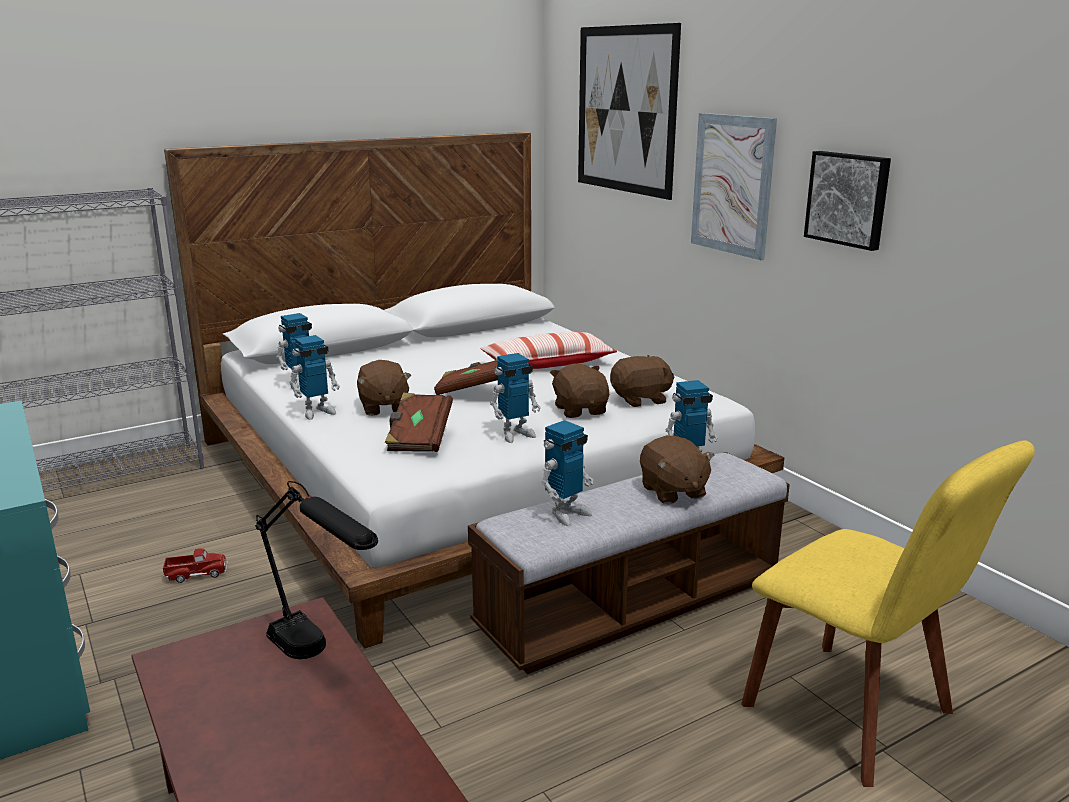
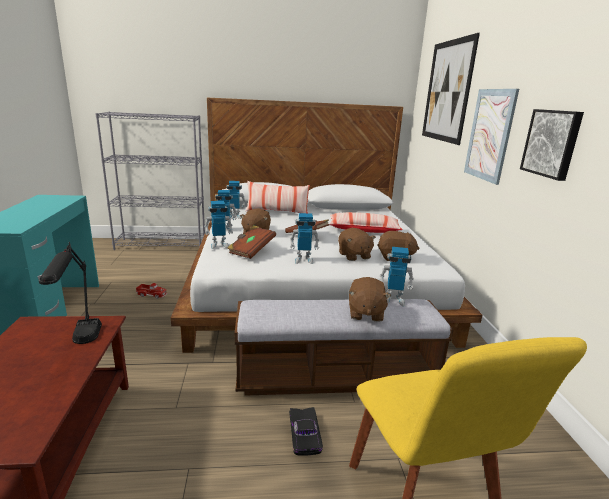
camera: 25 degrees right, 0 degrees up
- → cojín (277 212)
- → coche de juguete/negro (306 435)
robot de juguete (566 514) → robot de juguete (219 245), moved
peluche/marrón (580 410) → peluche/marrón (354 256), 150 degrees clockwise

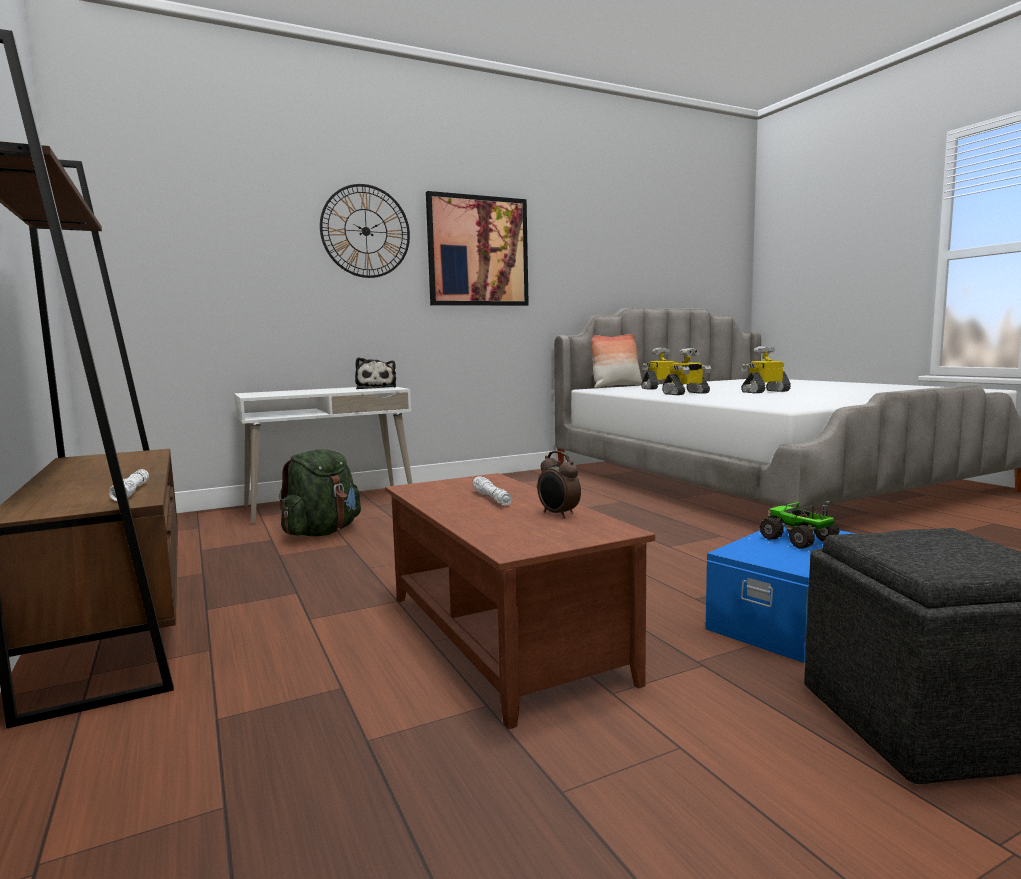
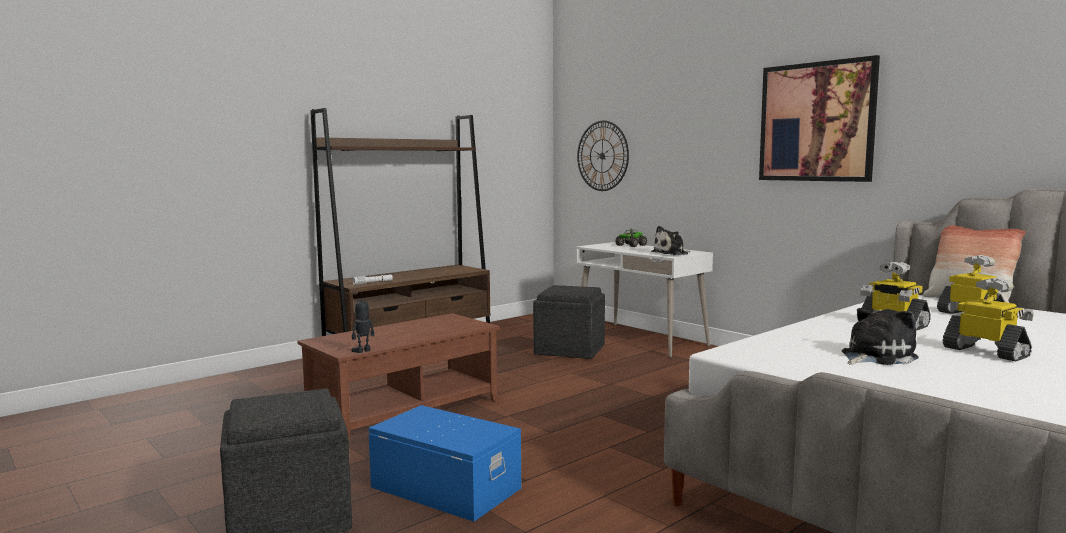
camera: 75 degrees right, 0 degrees up
linterna/blanco (492 498) → -
despertador (558 514) → -
- → robot de juguete (363 351)
- → peluche (875 356)
reloj de pared (366 231) → reloj de pared (602 156), moved
camión de juguete (799 540) → camión de juguete (630 245), moved
mochila/verde (322 532) → puf/gris (570 350)

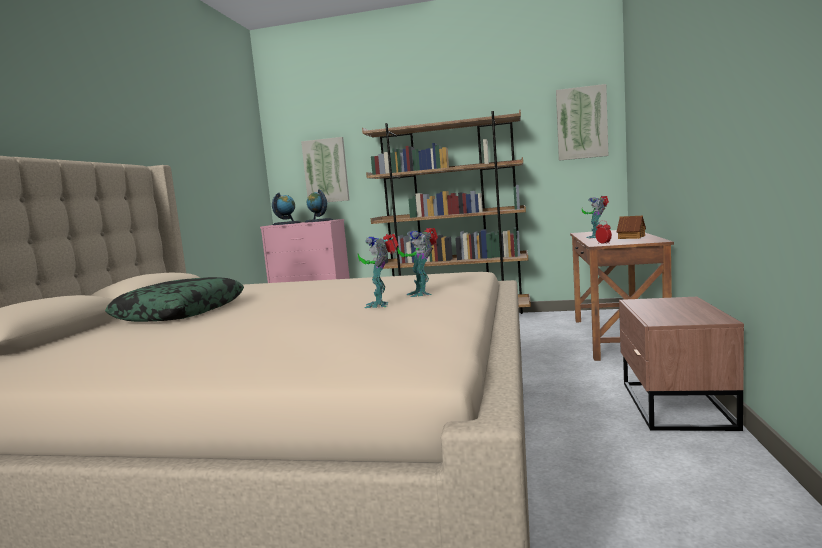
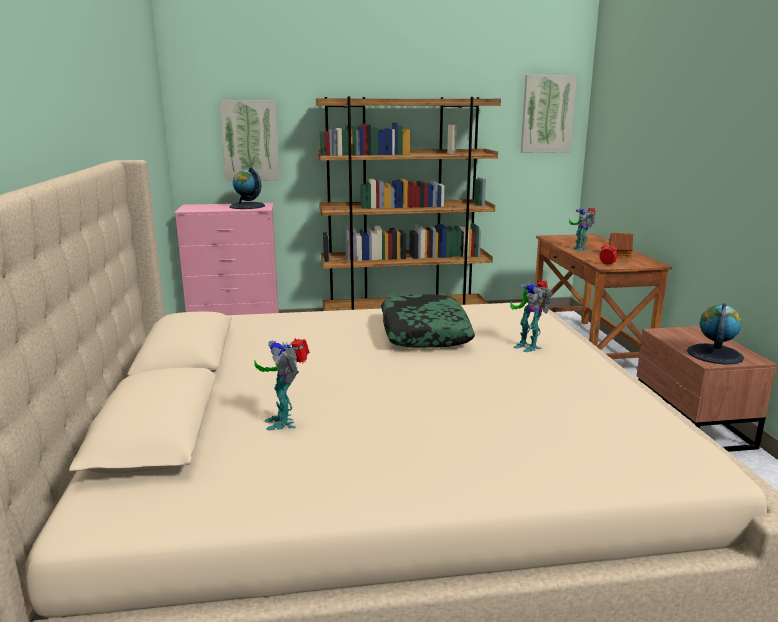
camera: 20 degrees left, 10 degrees up
cojín (181 312) → cojín (424 333), moved
globo terráqueo (286 223) → globo terráqueo (714 354), moved
robot de juguete (380 304) → robot de juguete (284 421), moved

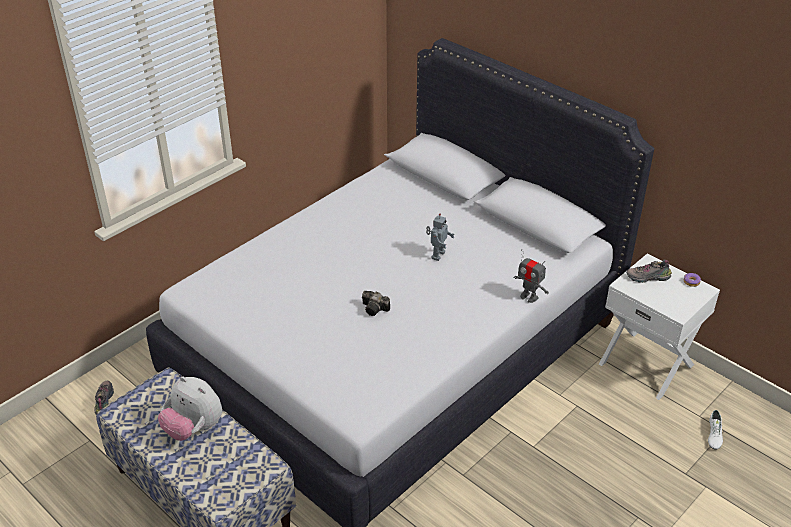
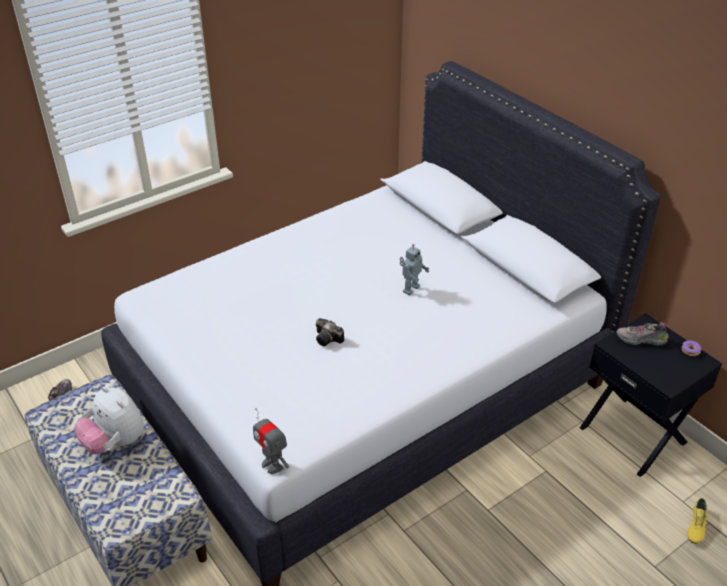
camera: 10 degrees right, 0 degrees up
robot de juguete (529 296) → robot de juguete (272 465), moved
mesita de noche/blanco (647 364) → mesita de noche/negro (634 434)
zapato/blanco (713 435) → zapato/amarillo (696 526)

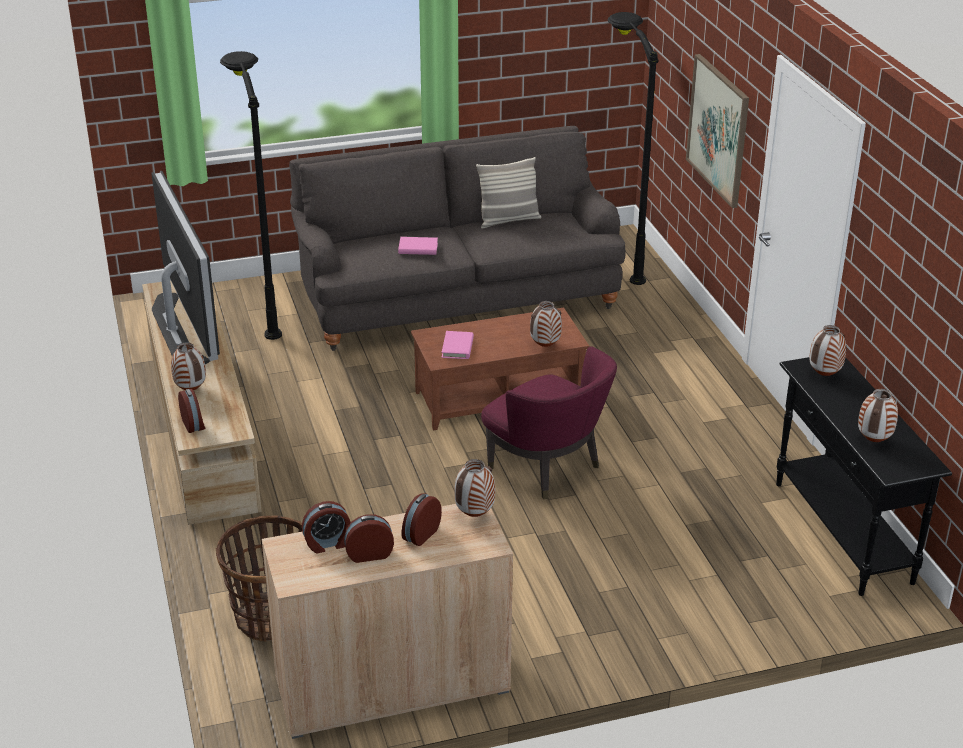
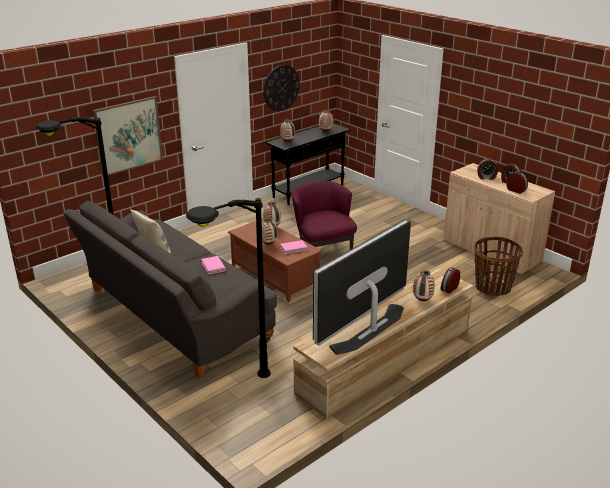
camera: 115 degrees left, 5 degrees down
- → reloj de pared (281 88)
florero (474 515) → florero (269 244), moved
sillón/morado (548 468) → sillón/morado (323 251), 45 degrees counterclockwise

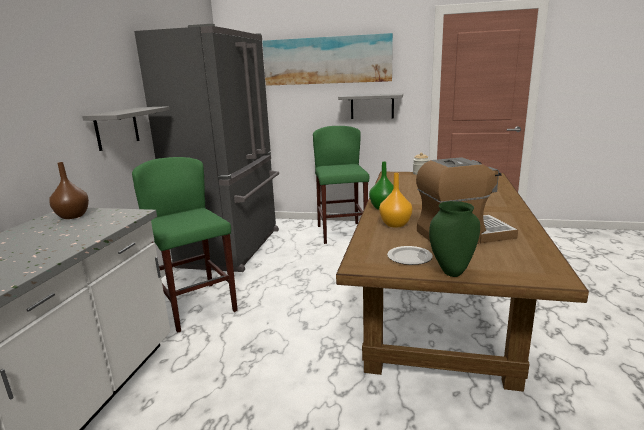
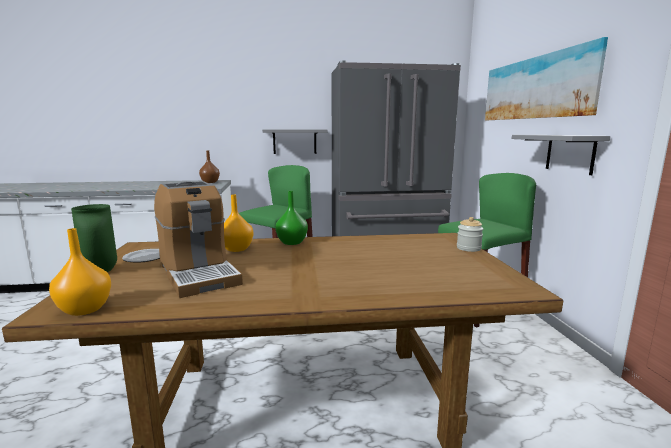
camera: 70 degrees right, 5 degrees down
- → florero/naranja (86 309)

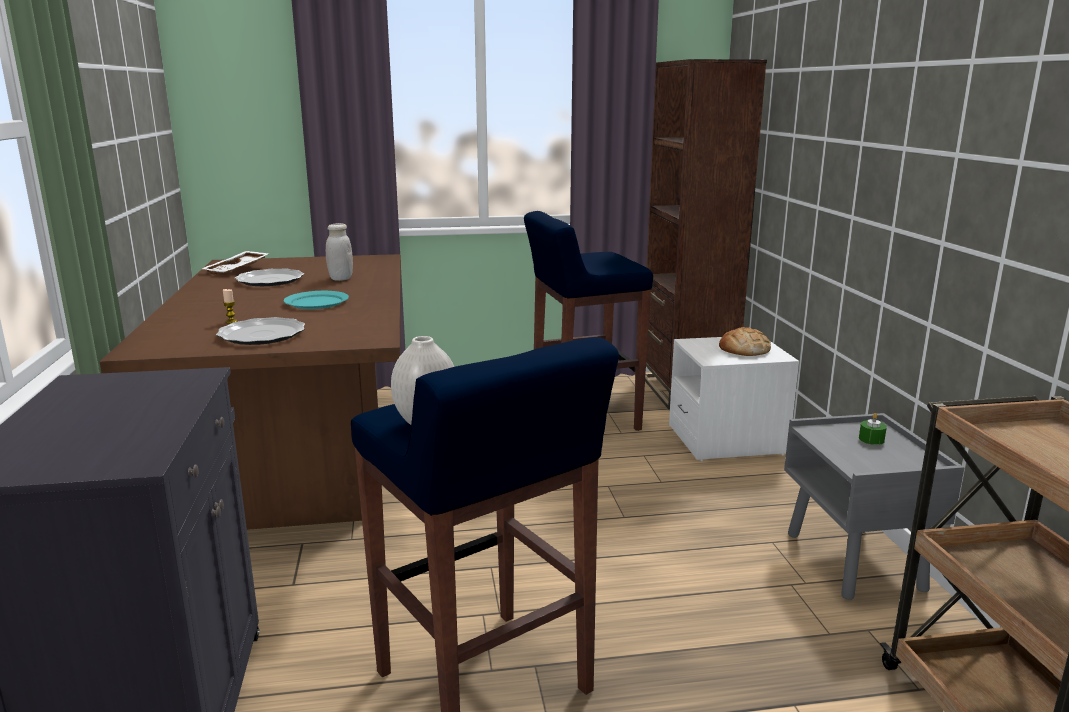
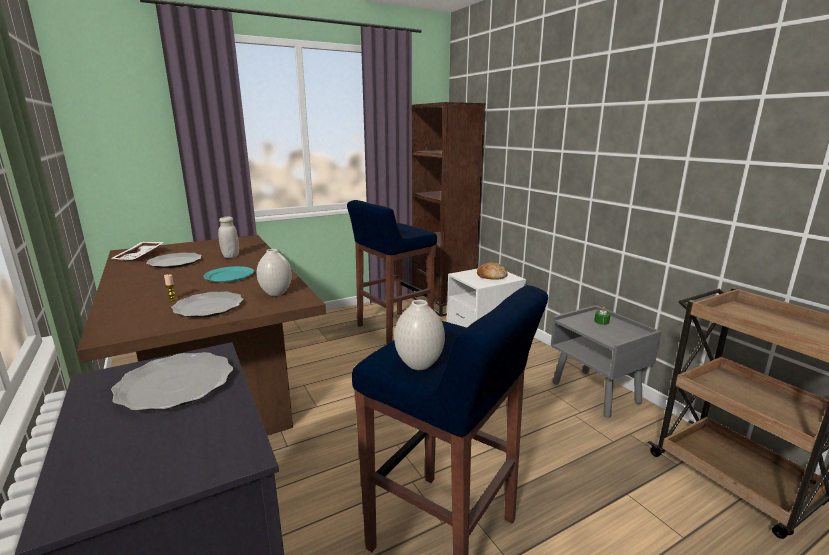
camera: 20 degrees left, 0 degrees up
- → plato (175 385)
- → florero/blanco (276 293)

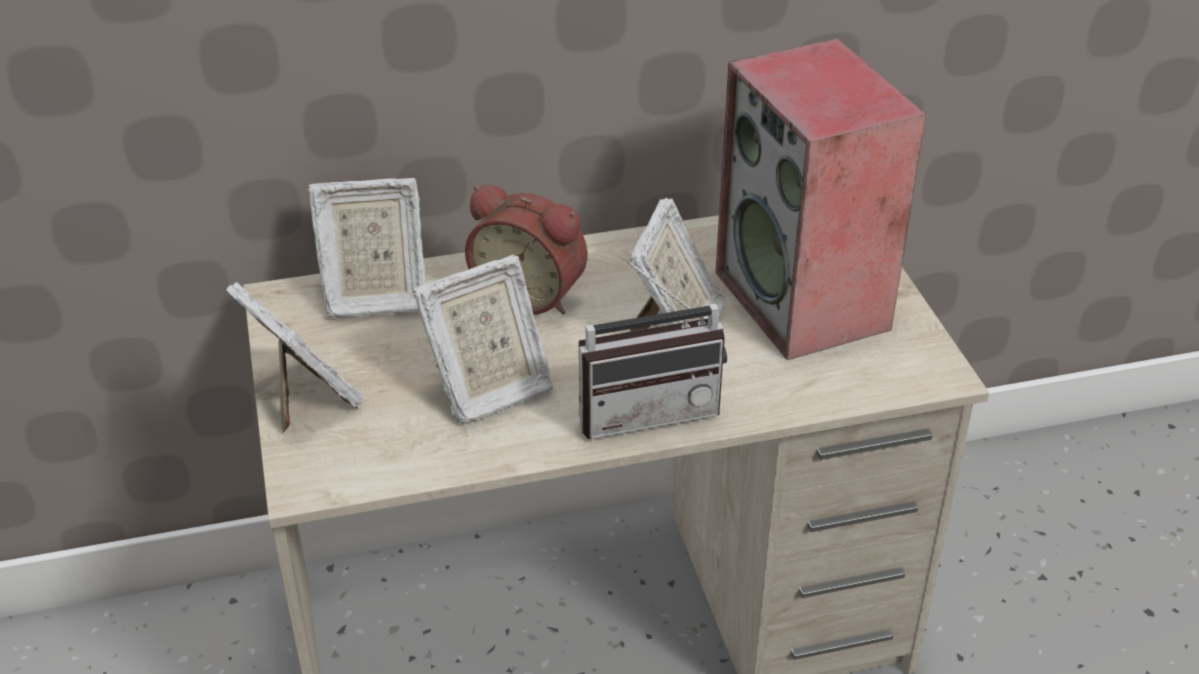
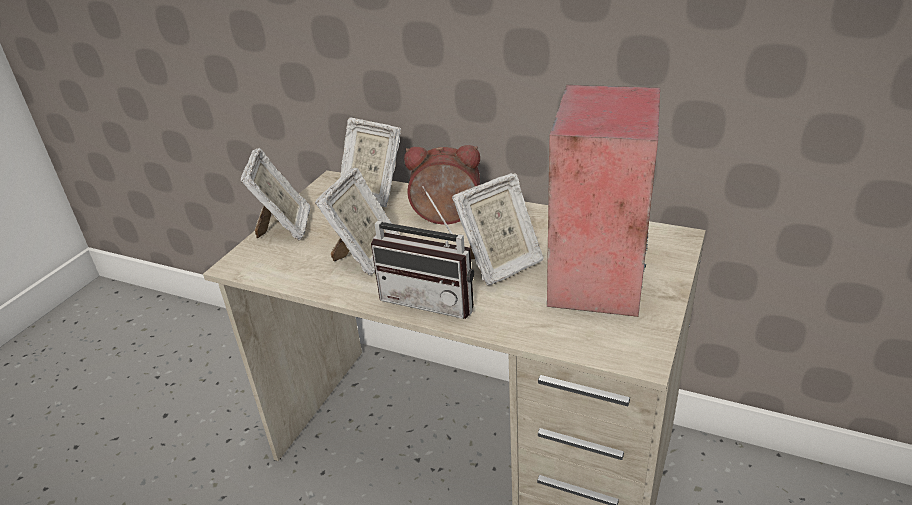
camera: 40 degrees right, 5 degrees down
portarretratos (488 391) → portarretratos (366 256), 75 degrees counterclockwise
despertador (531 294) → despertador (446 218), 120 degrees clockwise

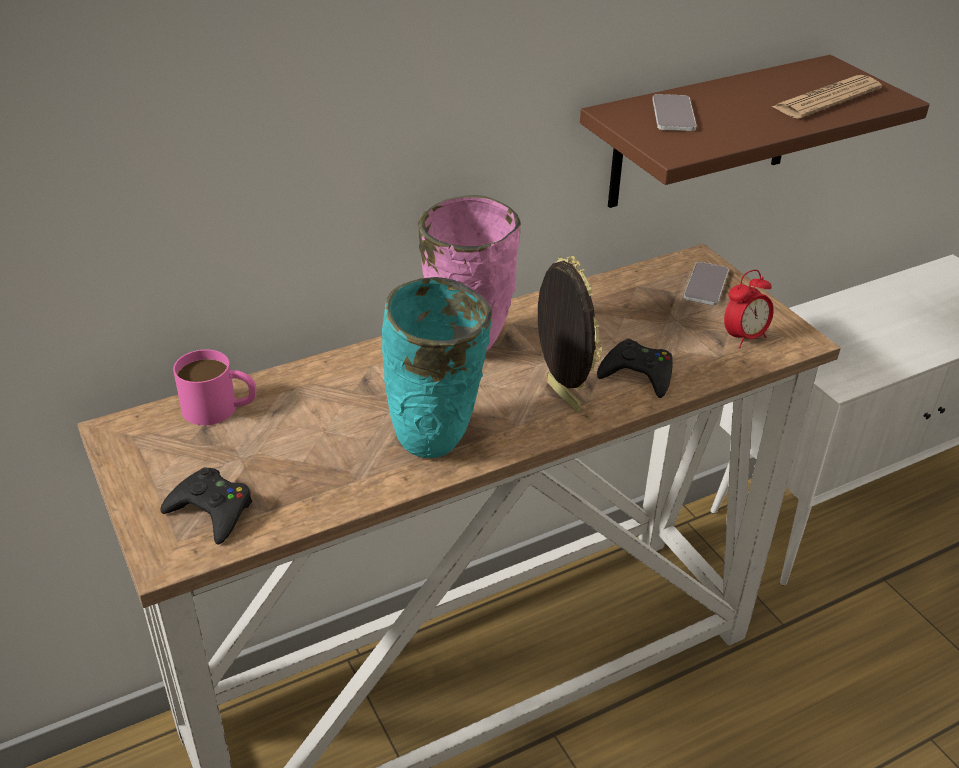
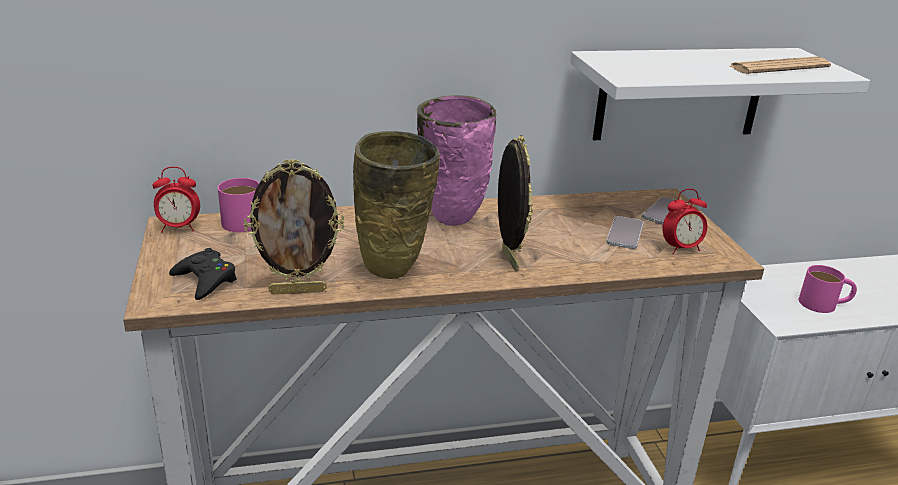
camera: 15 degrees right, 10 degrees down
mando de consola/negro (638 374) → -
- → despertador (179 228)
- → portarretratos (298 291)
- → taza grande/rosa (824 304)
móvil (673 114) → móvil (624 233), moved
florero/turquesa (436 445) → florero/beis (393 272)
estante/marrón (703 133) → estante/blanco (680 93)

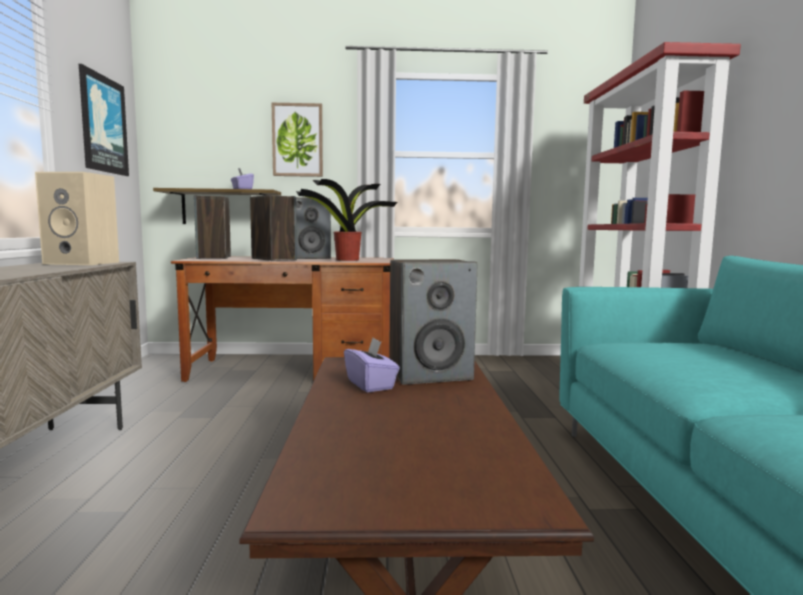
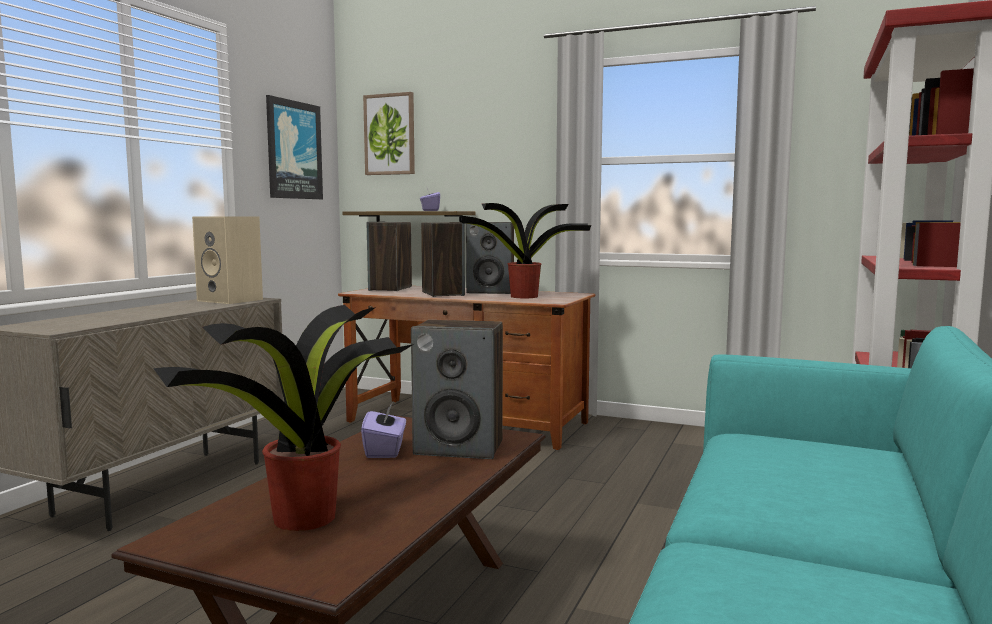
camera: 25 degrees right, 0 degrees up
- → planta en maceta (308 516)
cuadro (297 140) → cuadro (390 134), moved

